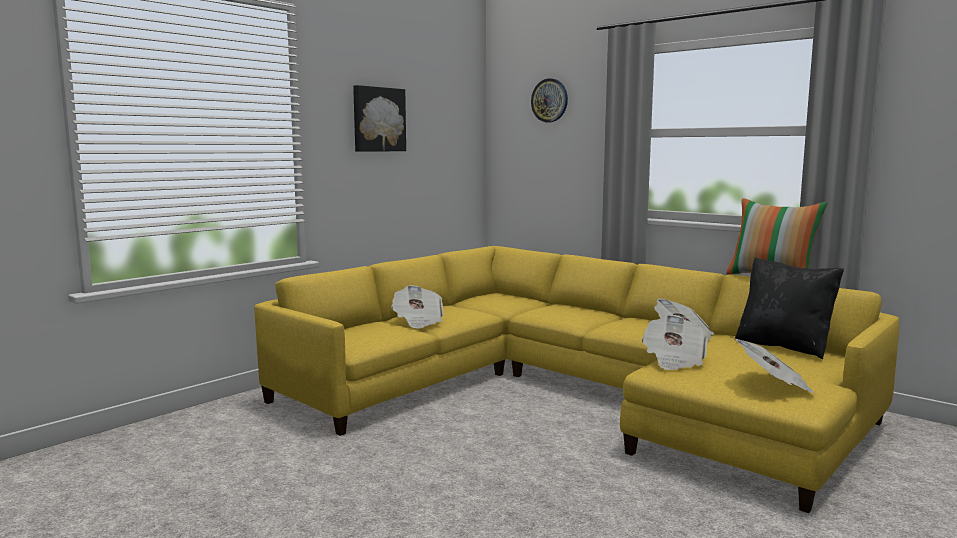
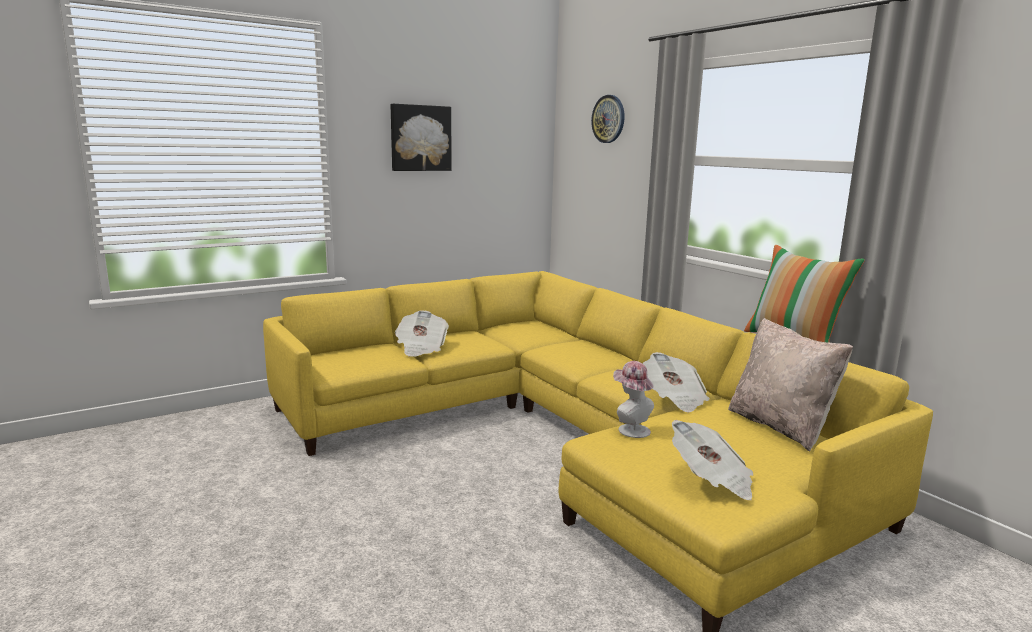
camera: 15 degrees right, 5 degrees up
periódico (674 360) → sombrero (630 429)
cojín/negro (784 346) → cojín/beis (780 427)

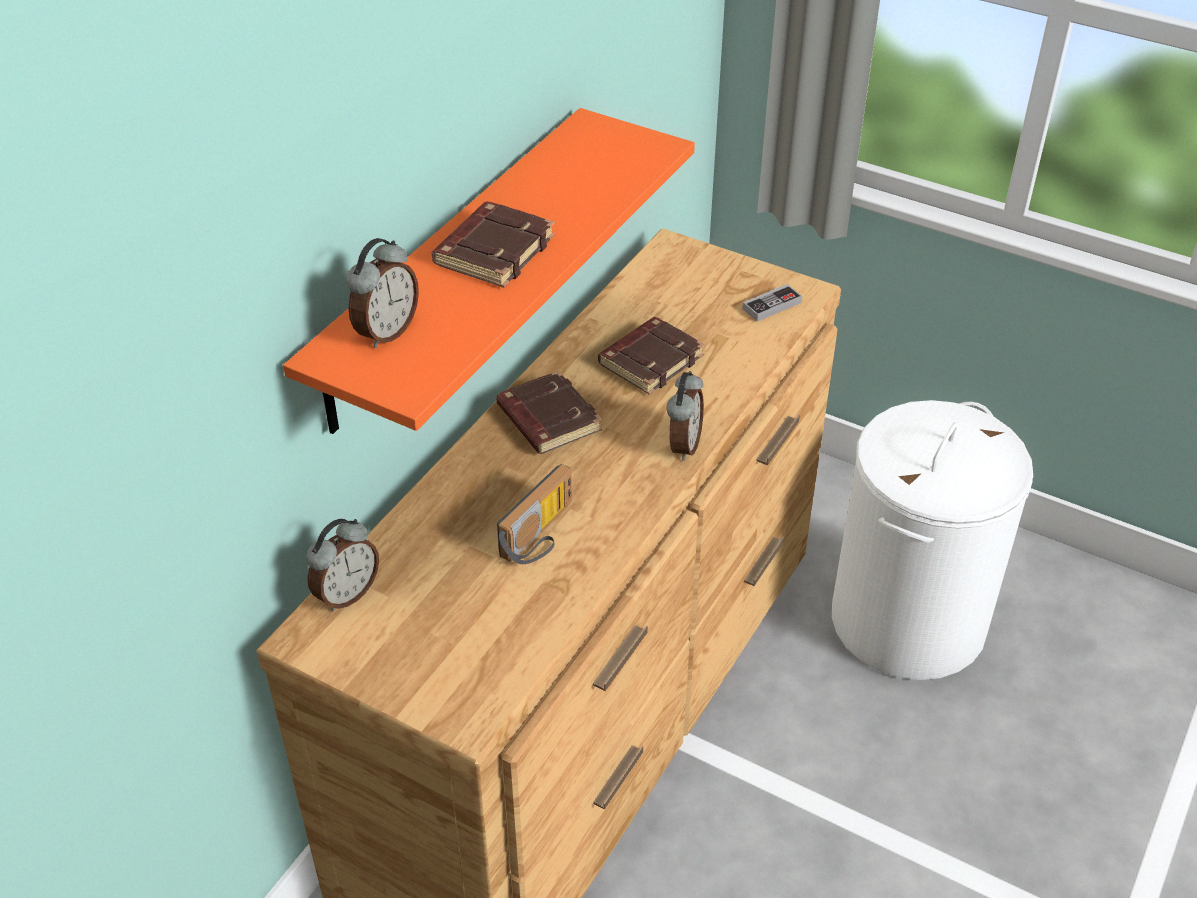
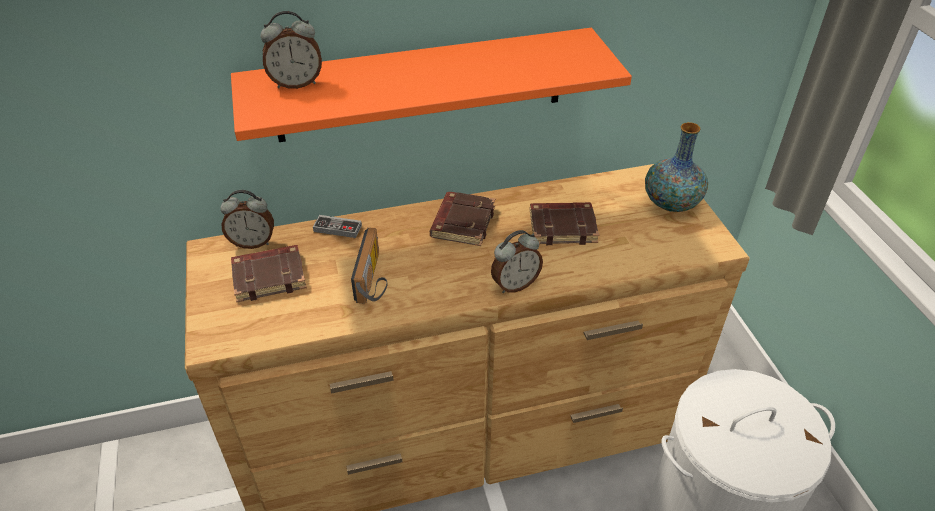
camera: 45 degrees right, 0 degrees up
- → florero (671 203)
libro/marrón (493 250) → libro/marrón (270 276), moved
mando de consola (772 305) → mando de consola (337 228), moved
radio (542 535) → radio (374 279), 75 degrees counterclockwise

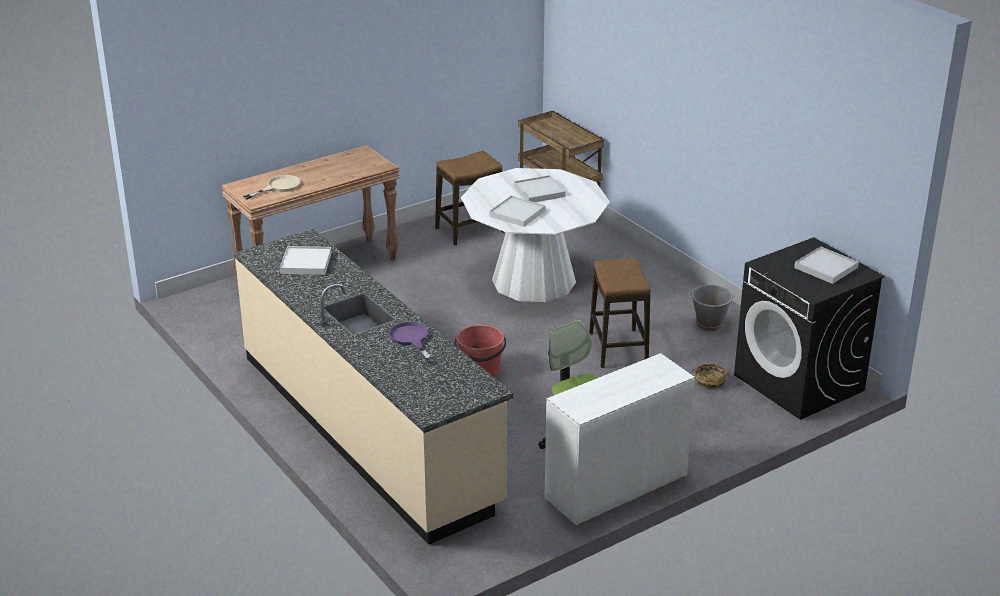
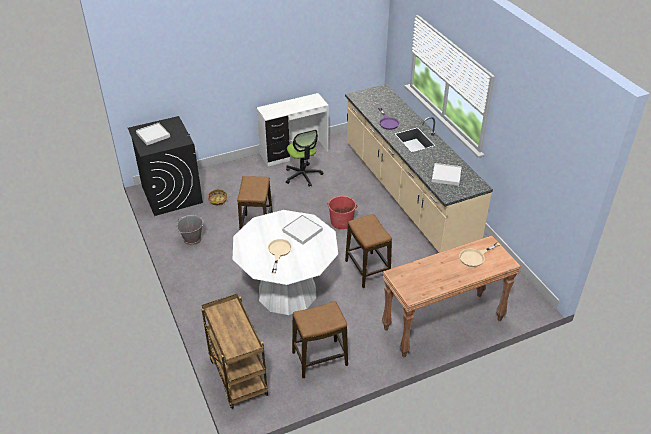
camera: 170 degrees left, 10 degrees up
- → taburete (367 270)
bandeja/blanco (539 191) → sartén/beis (278 252)

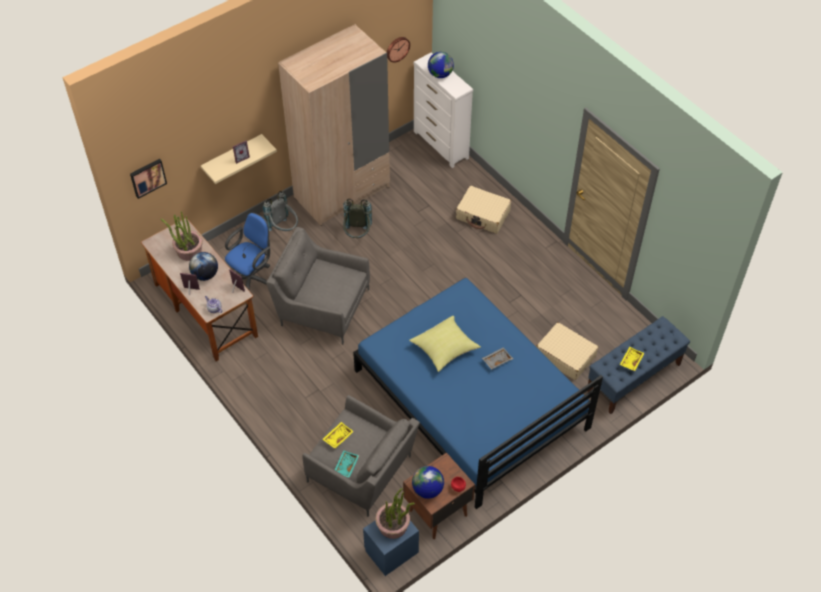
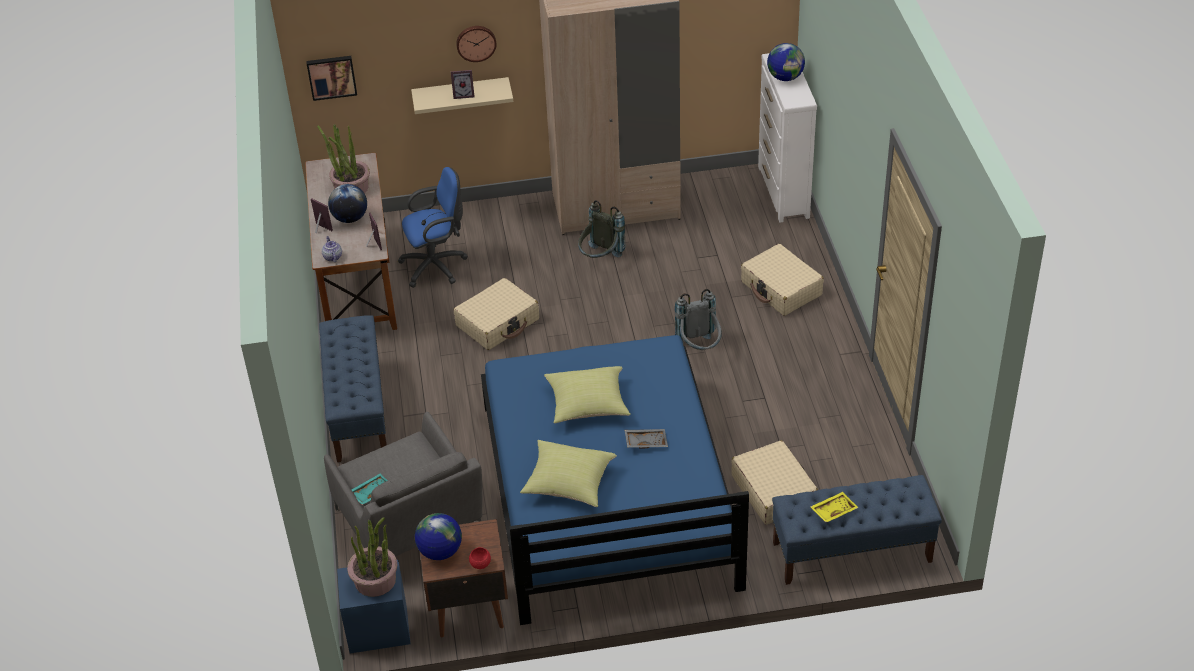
camera: 30 degrees right, 10 degrees down
bandeja/amarillo (337 437) → -
- → banco/azul (358 409)
- → cojín/amarillo (568 484)
mochila/gris (283 229) → mochila/gris (699 349), moved
reloj de pared (397 48) → reloj de pared (476 42), moved
sillón/gris (322 306) → maleta/beis (498 322)

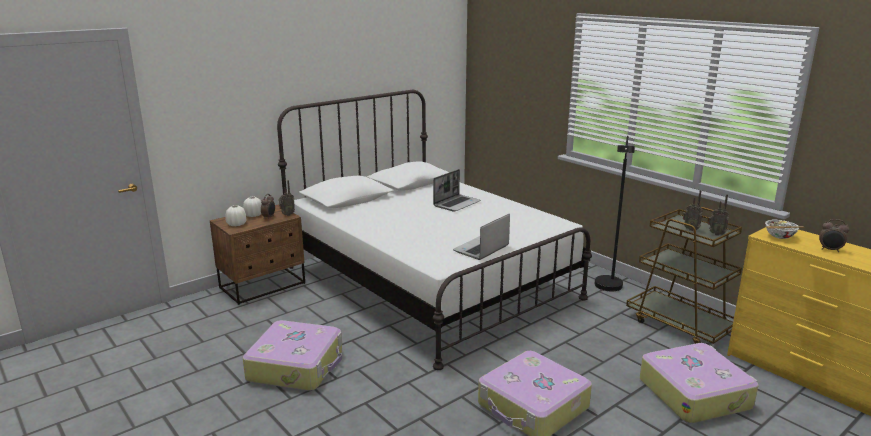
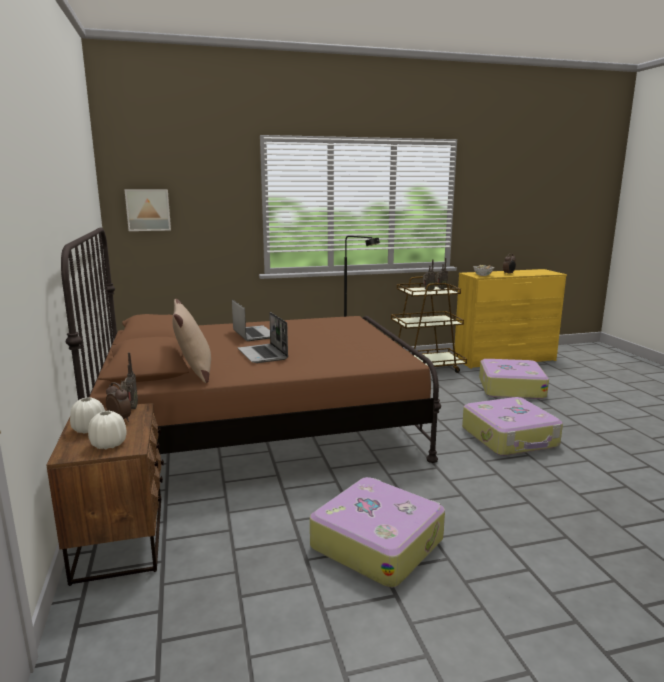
camera: 65 degrees left, 5 degrees down
- → cuadro (148 210)
- → cojín/beis (194 373)
portátil (481 249) → portátil (263 355), moved
cama/blanco (429 282) → cama/marrón (259 429)

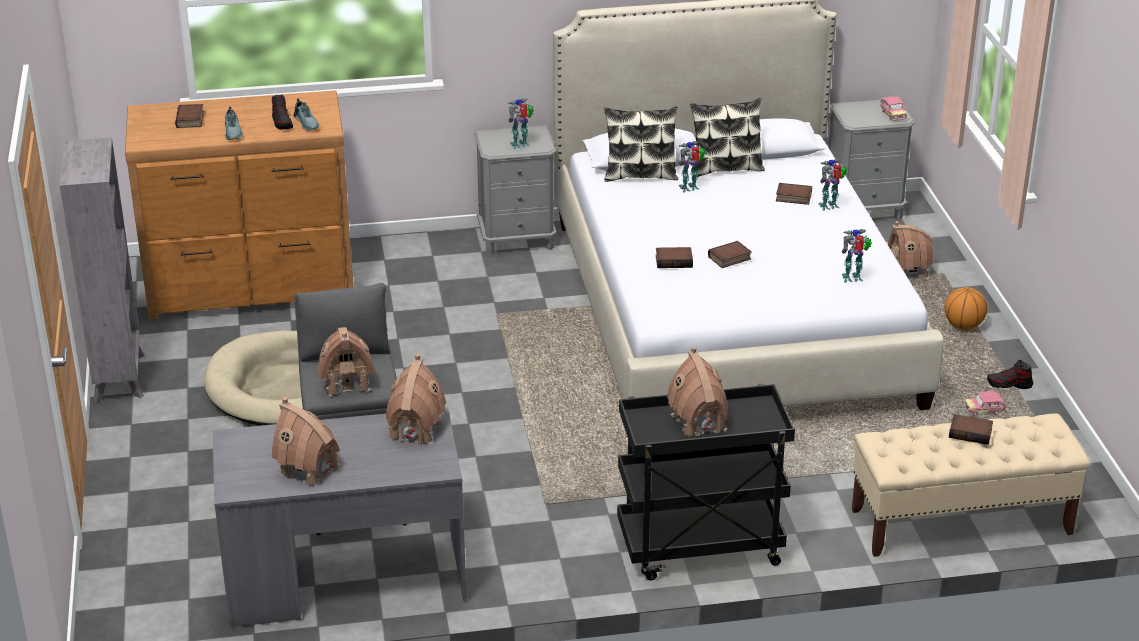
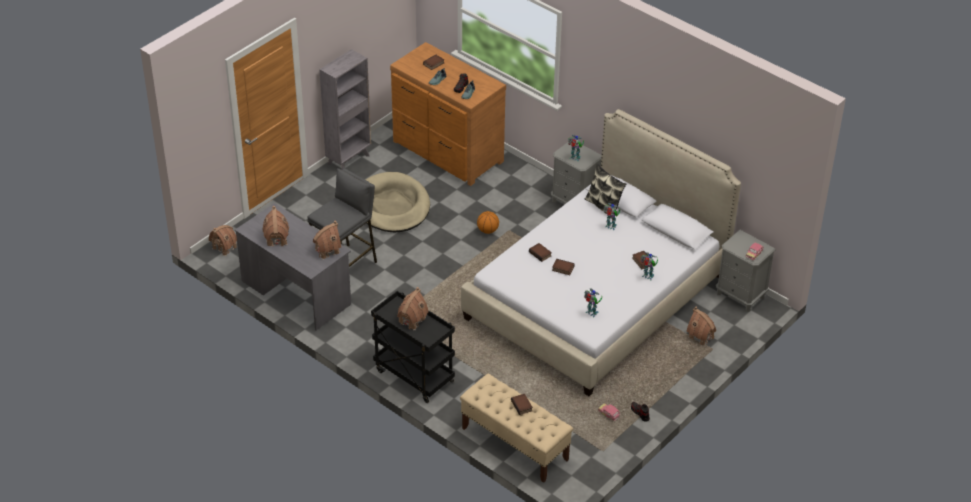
camera: 50 degrees right, 10 degrees up
cojín (726 168) → -
casita (346 382) → casita (224 247), moved
balón de baloncesto (963 326) → balón de baloncesto (487 230), moved

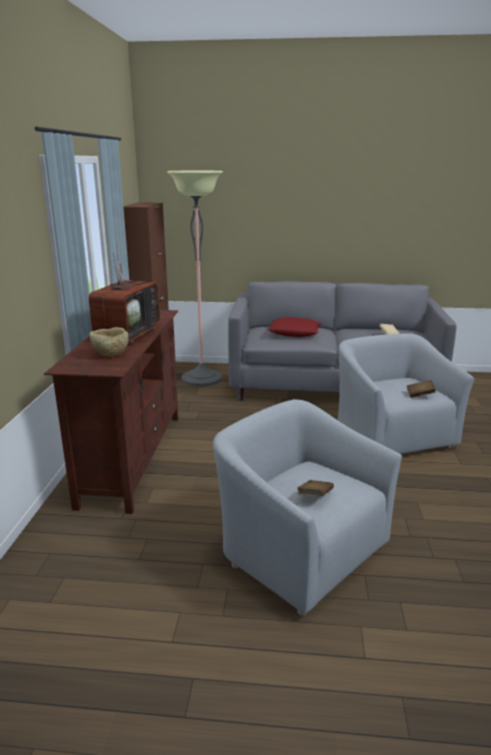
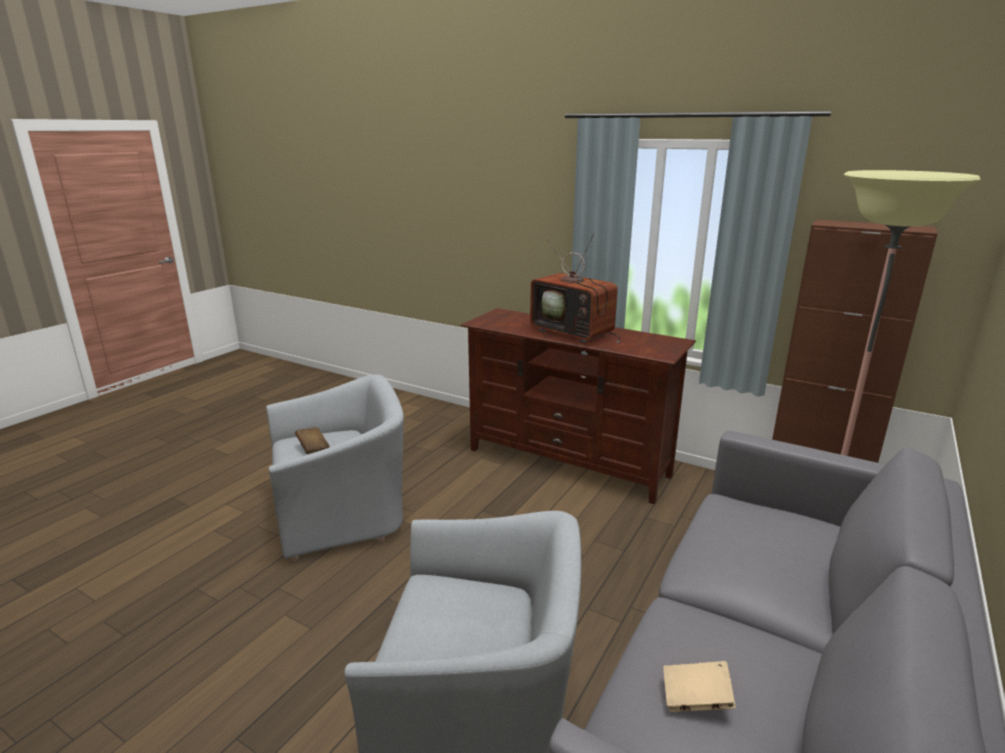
camera: 115 degrees right, 0 degrees up
cuenco/beis (110 354) → -
cojín/rojo (294 332) → -
libro/marrón (420 395) → -

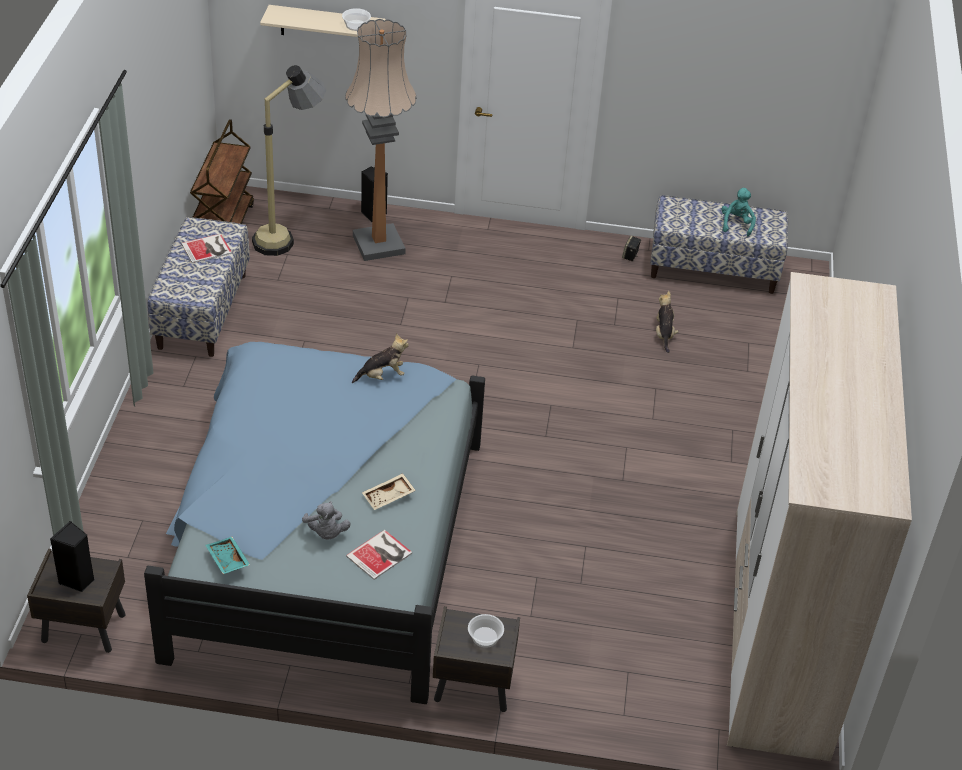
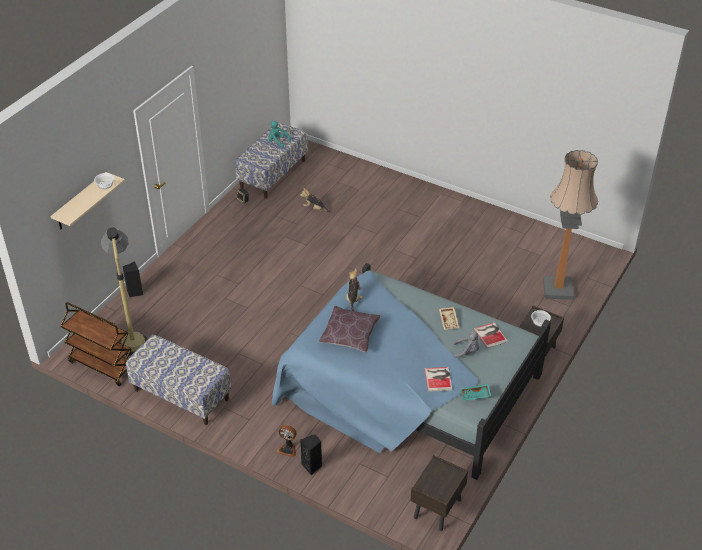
camera: 65 degrees left, 0 degrees up
armario ropero (778 629) → -
- → ventilador (288 449)
- → cojín/marrón (350 335)
altavoz/negro (77 580) → altavoz/negro (312 466), moved
libro (208 249) → libro (439 378), moved
lámpara de pie (378 245) → lámpara de pie (558 289), moved

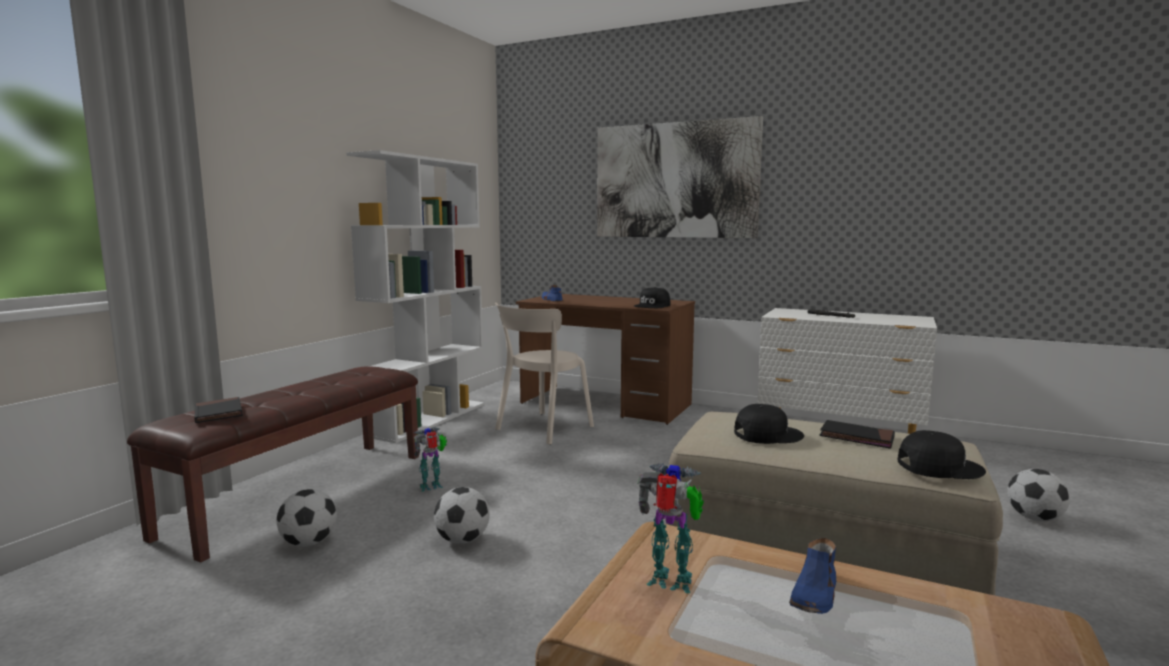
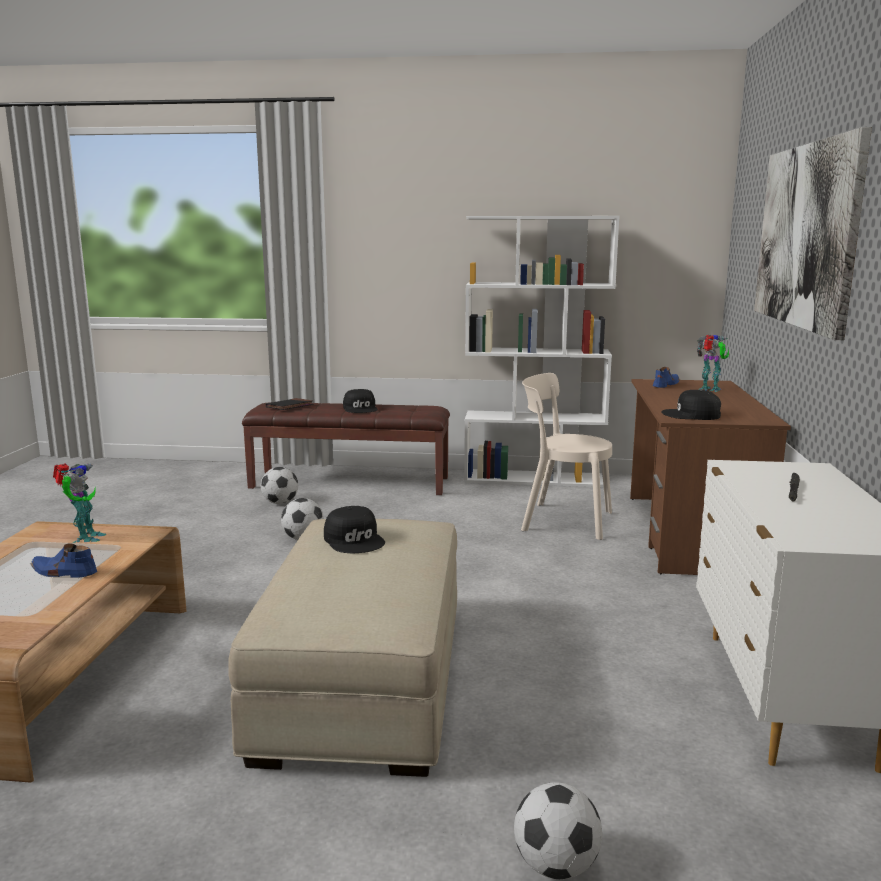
camera: 70 degrees right, 5 degrees up
libro/negro (857 438) → -
robot de juguete (432 487) → robot de juguete (710 390), moved
gorra/negro (938 466) → gorra/negro (361 408), moved

